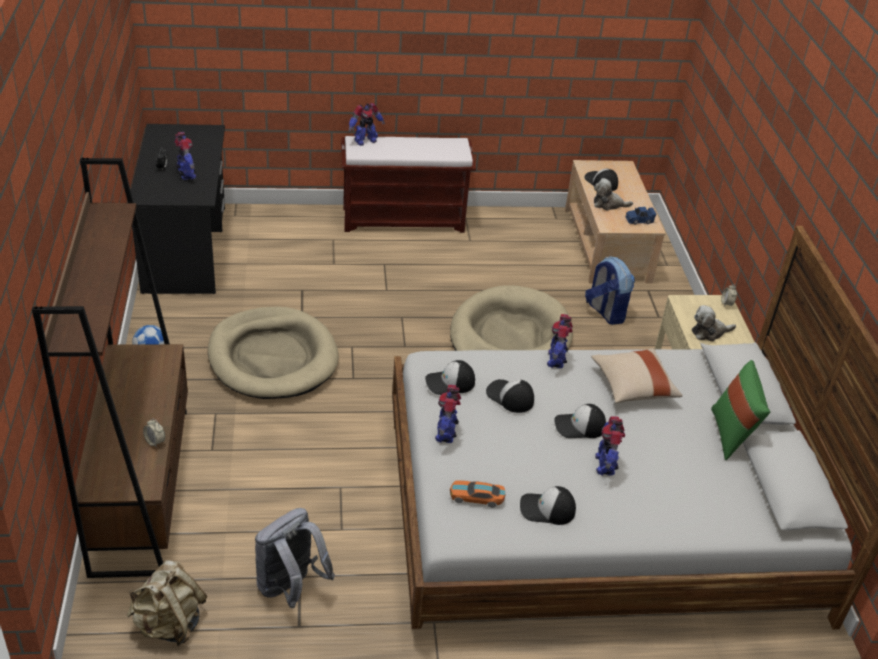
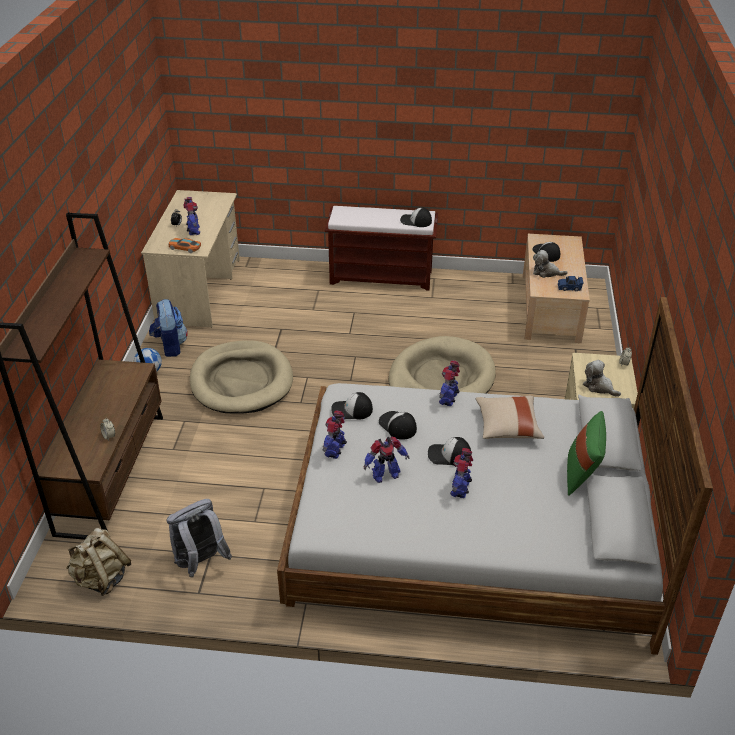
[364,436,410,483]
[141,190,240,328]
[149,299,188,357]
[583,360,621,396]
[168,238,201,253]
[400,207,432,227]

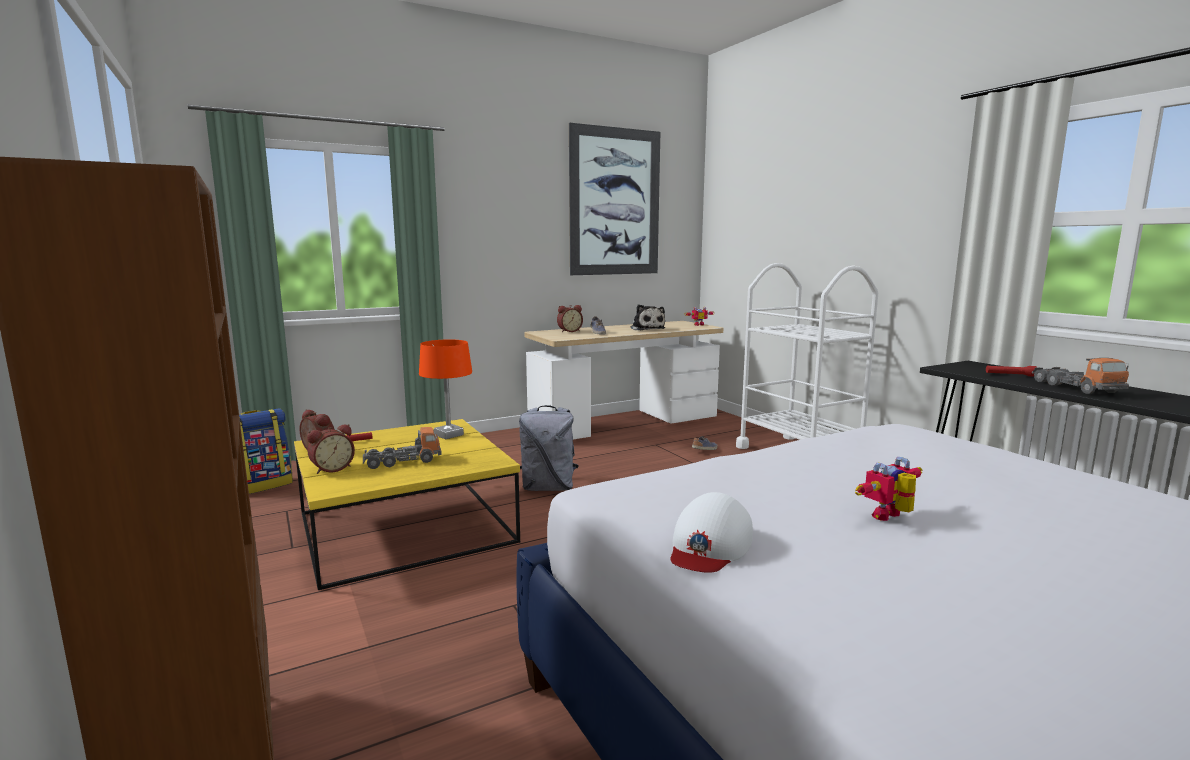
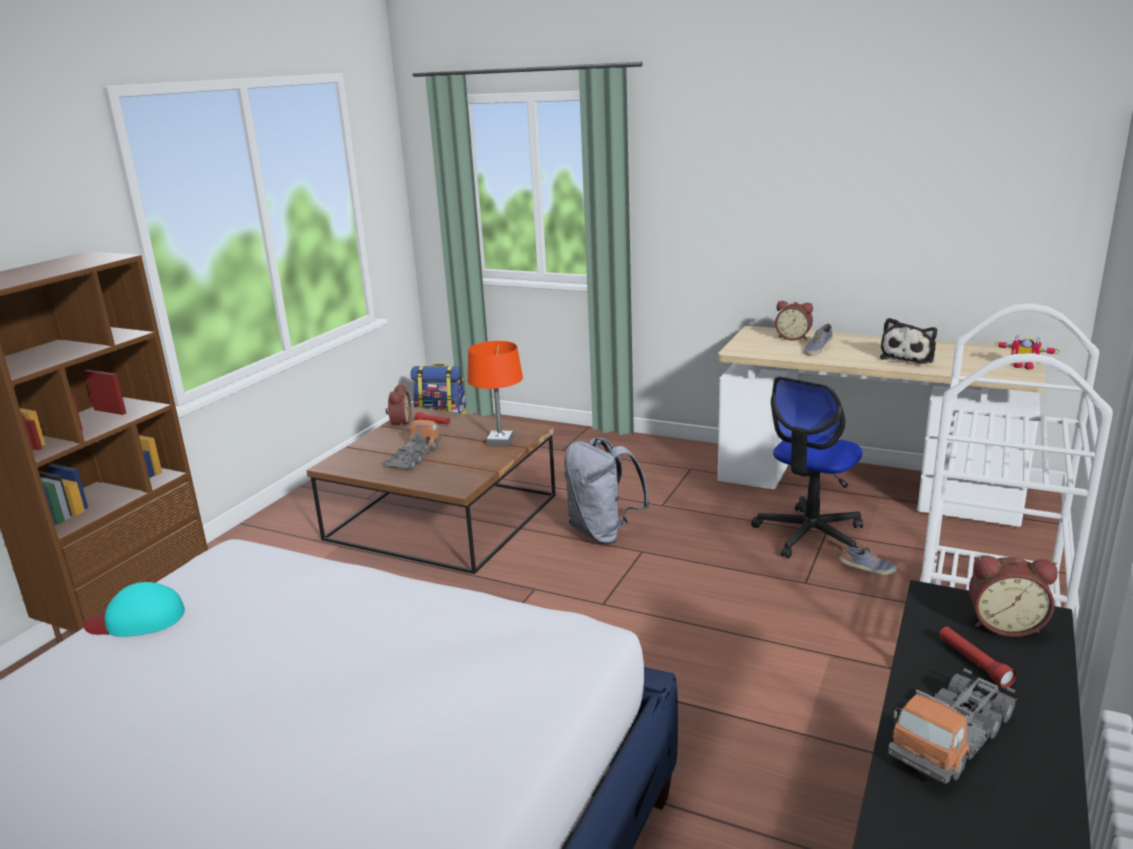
[569,123,660,275] (first image)
[306,407,556,574]
[969,555,1058,637]
[386,420,441,470]
[855,457,922,521] (first image)
[83,582,185,637]
[751,376,863,559]

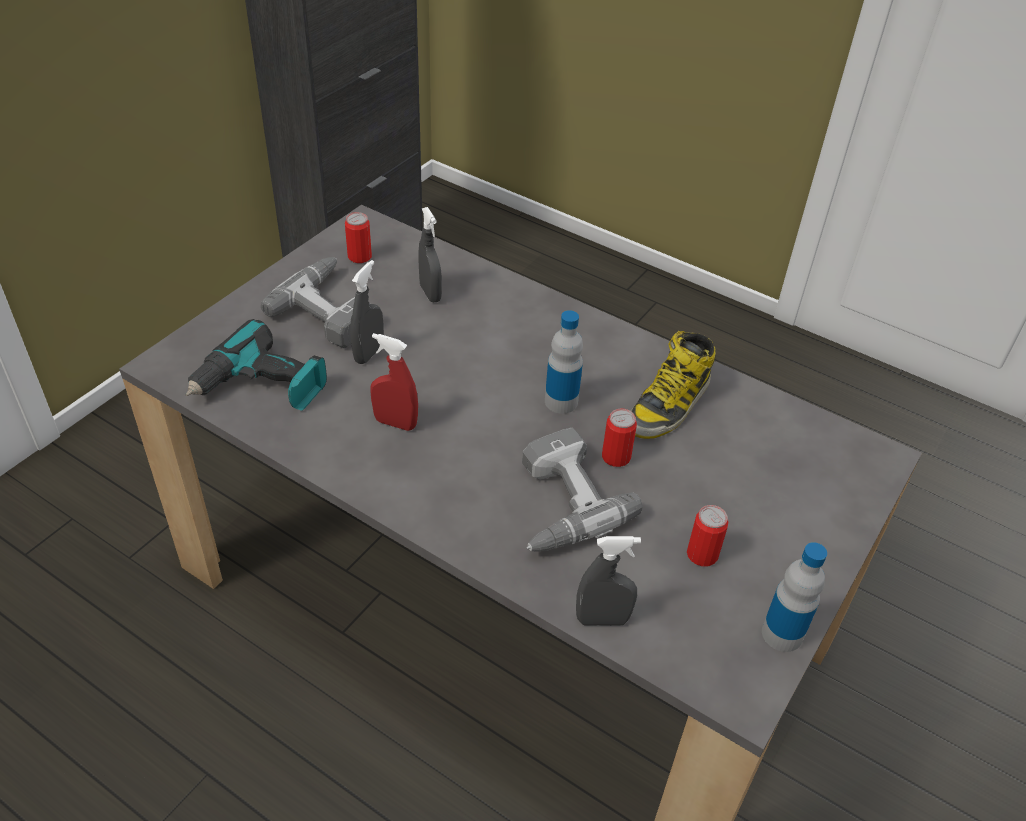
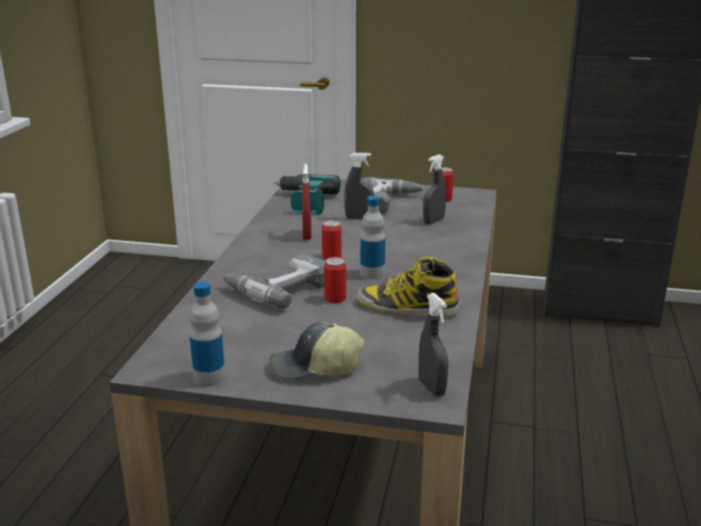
[322,220,342,260]
[418,293,448,396]
[269,322,364,380]

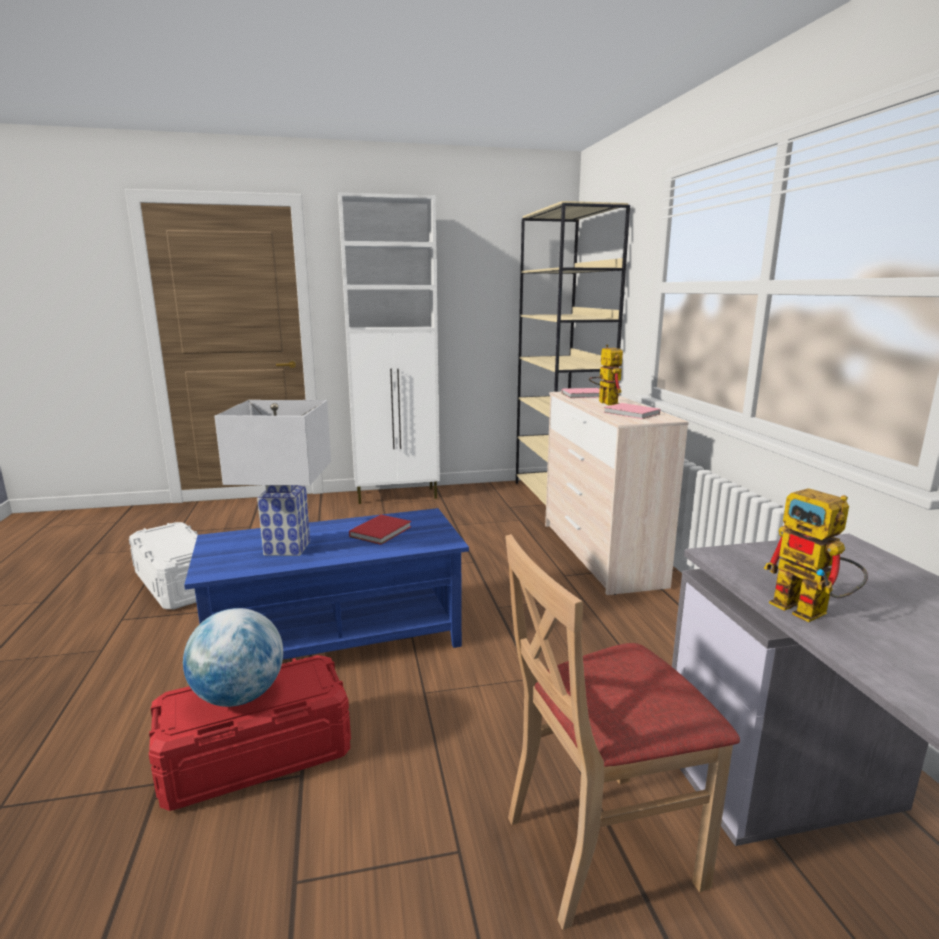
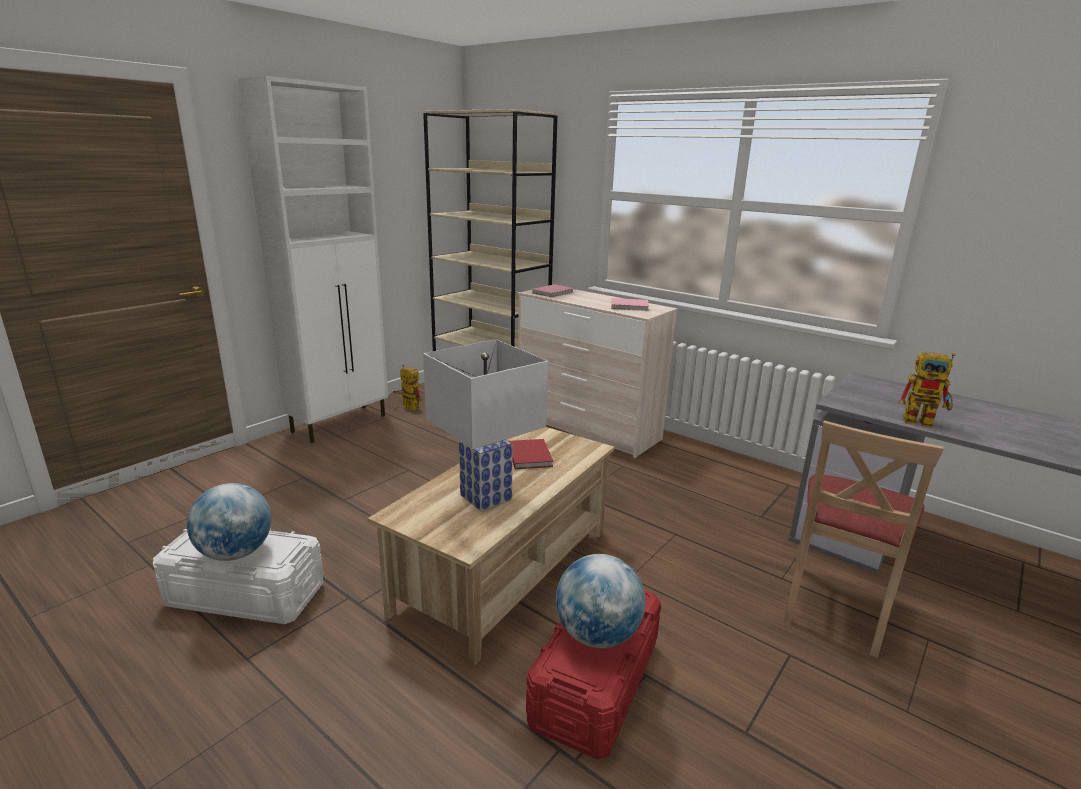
[393,365,422,411]
[368,427,614,666]
[187,483,271,561]

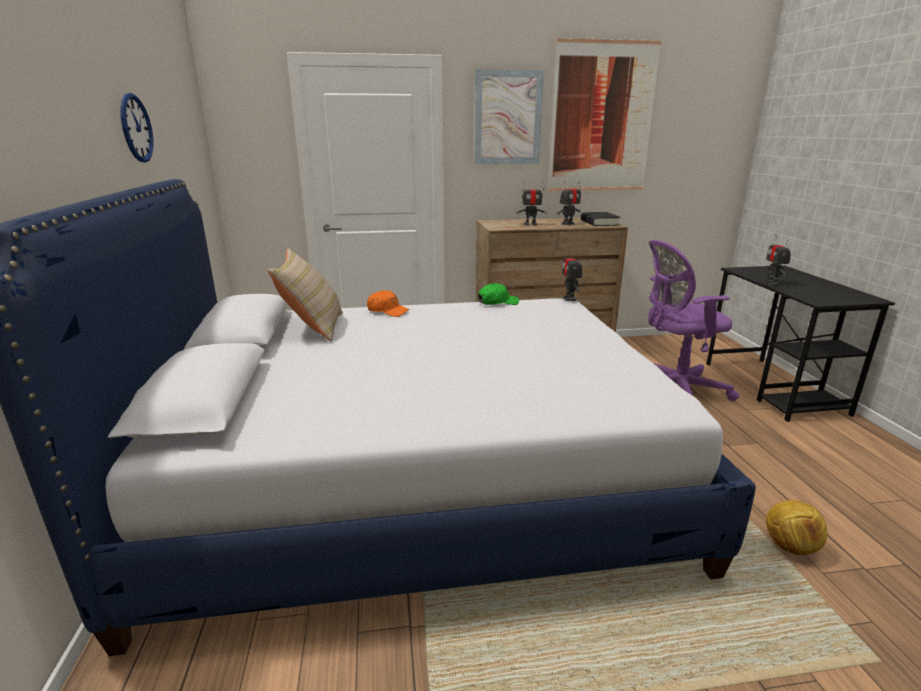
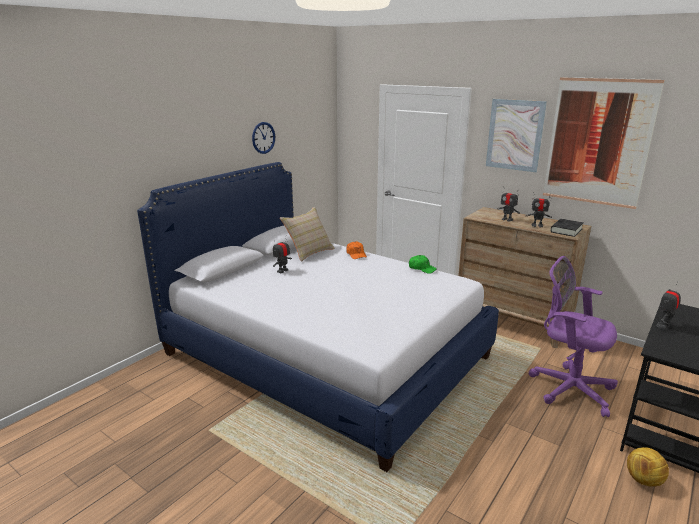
[273,235,292,273]
[627,447,669,487]

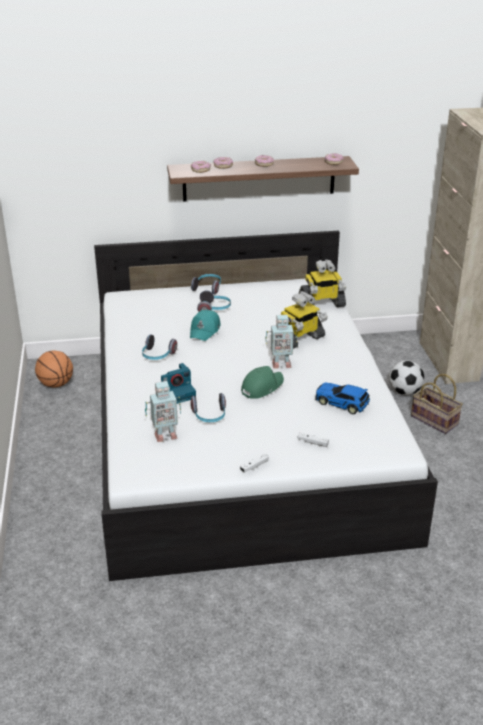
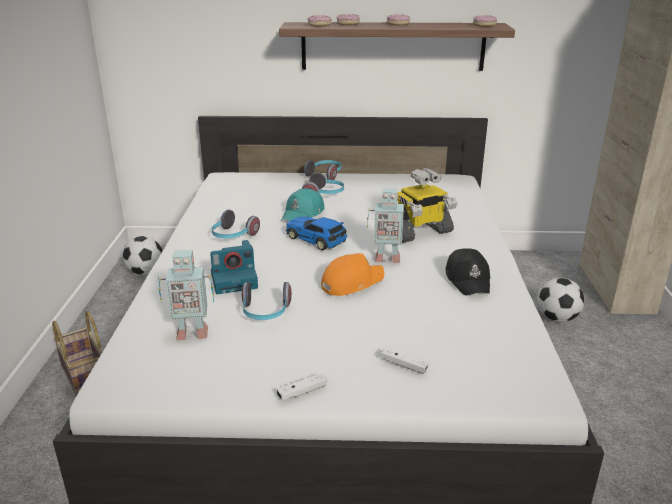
[299,259,346,307] (first image)
[122,236,162,275]
[321,253,384,296]
[52,311,102,396]
[286,216,348,250]
[446,248,490,296]

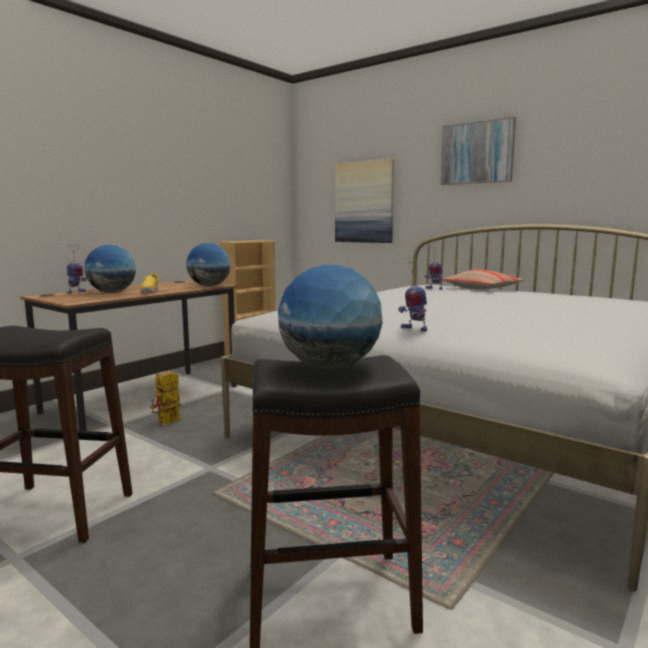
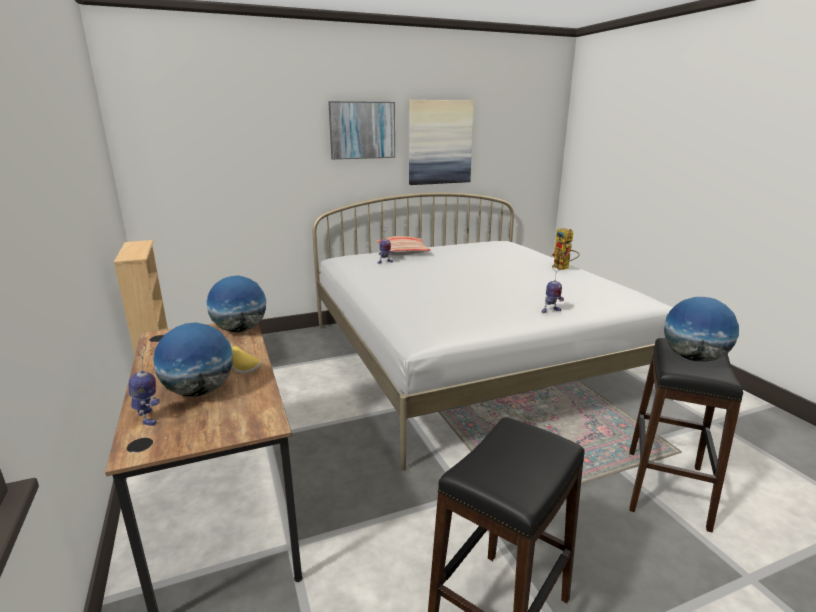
[409,100,474,185]
[552,228,579,270]

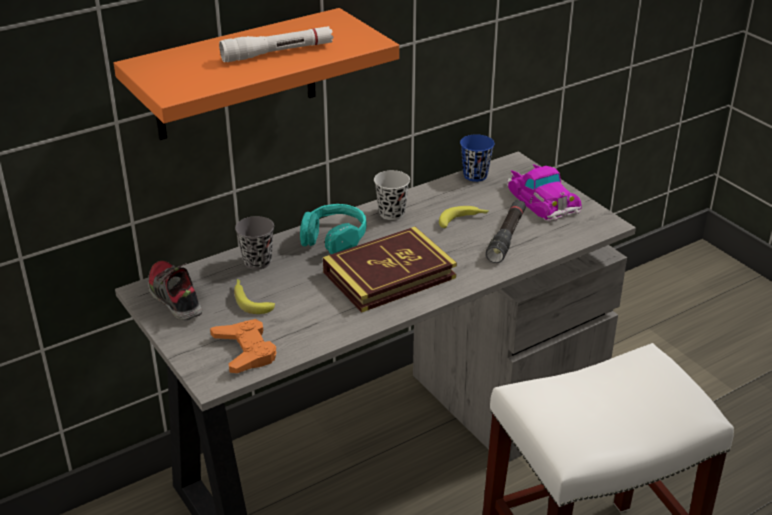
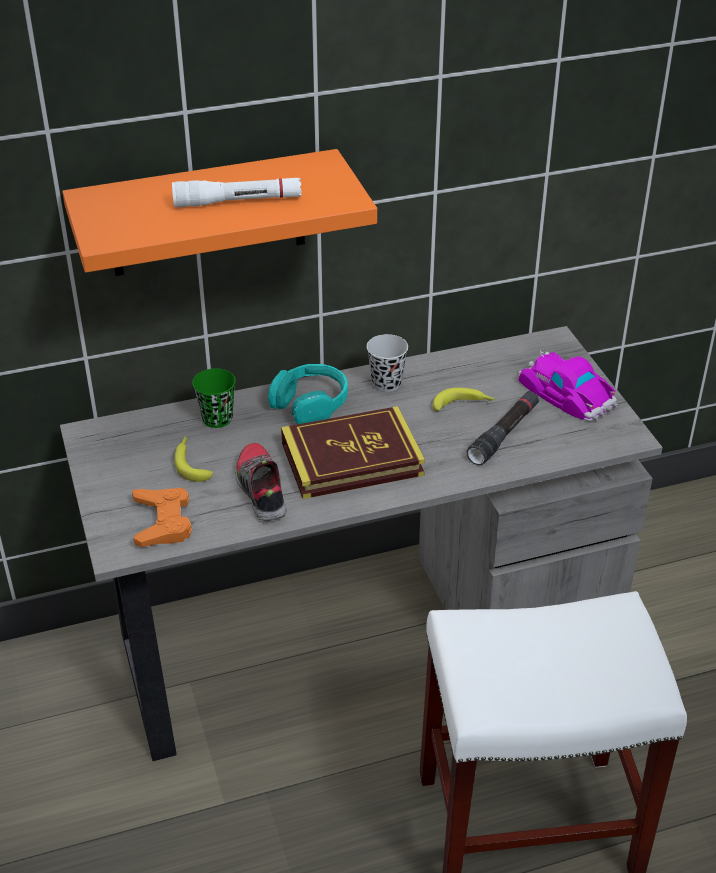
[460,134,495,182] (first image)
[518,351,619,421]
[192,368,236,428]
[235,443,287,521]

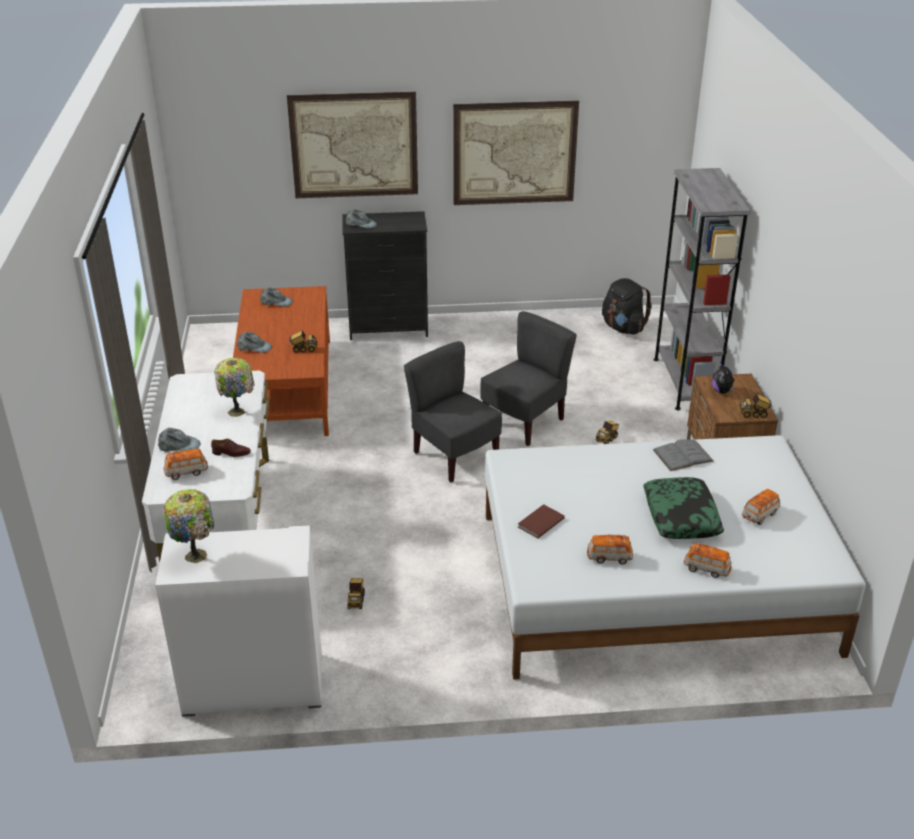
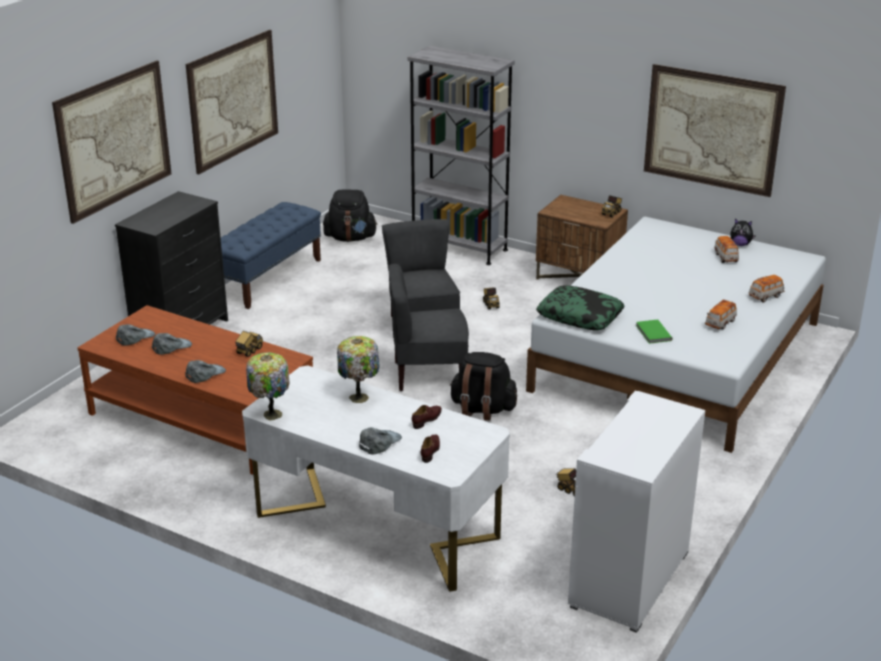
[152,333,192,355]
[730,219,756,246]
[653,439,714,471] (first image)
[421,435,440,463]
[536,285,624,331]
[246,352,289,420]
[636,319,672,344]
[644,64,786,197]
[221,202,321,309]
[449,352,517,421]

